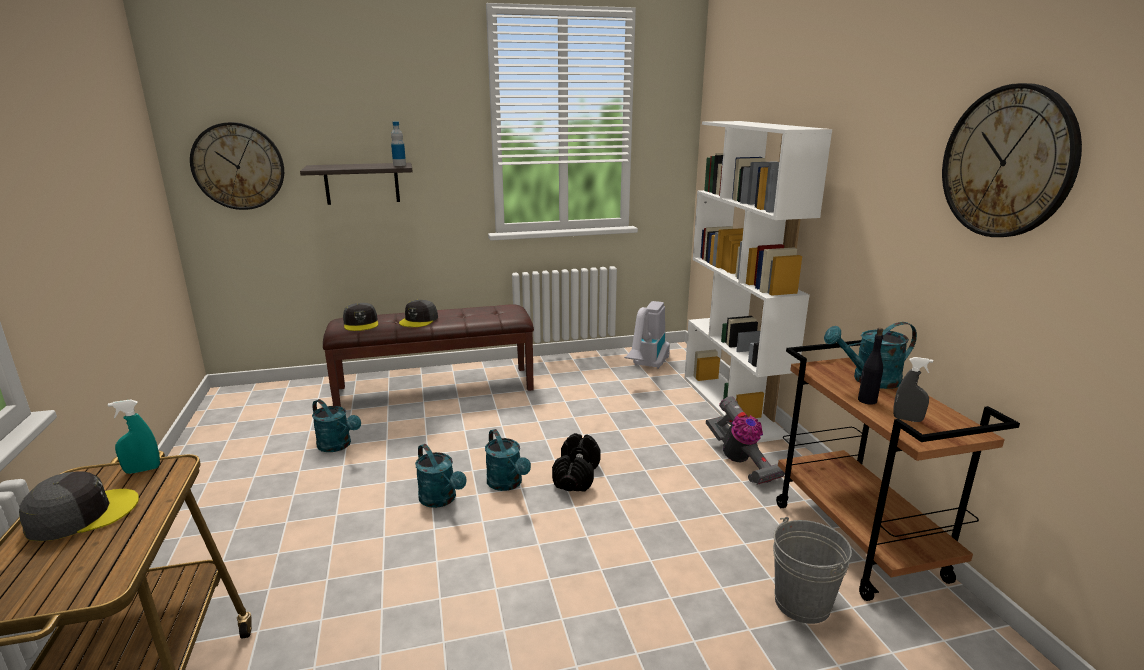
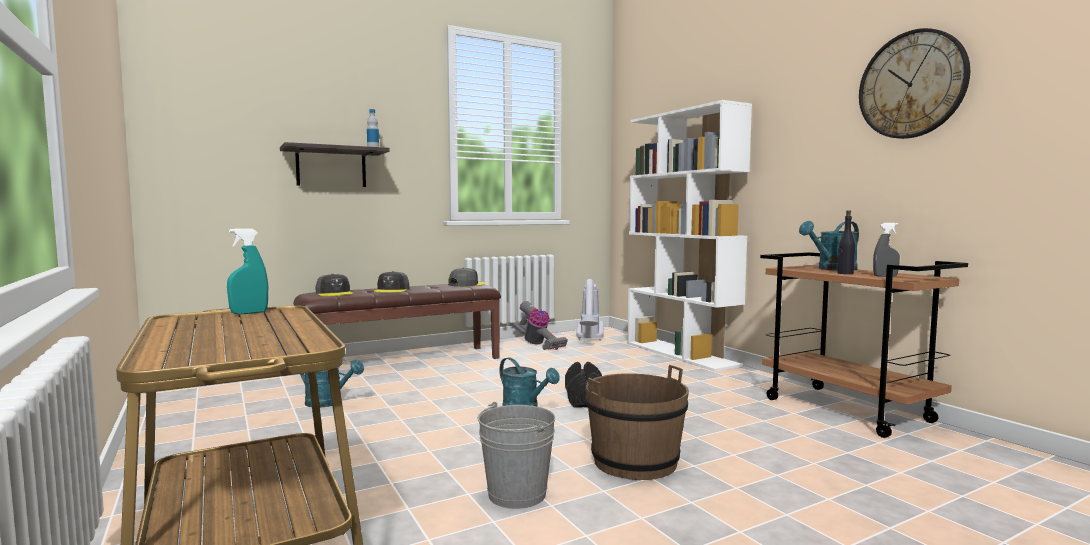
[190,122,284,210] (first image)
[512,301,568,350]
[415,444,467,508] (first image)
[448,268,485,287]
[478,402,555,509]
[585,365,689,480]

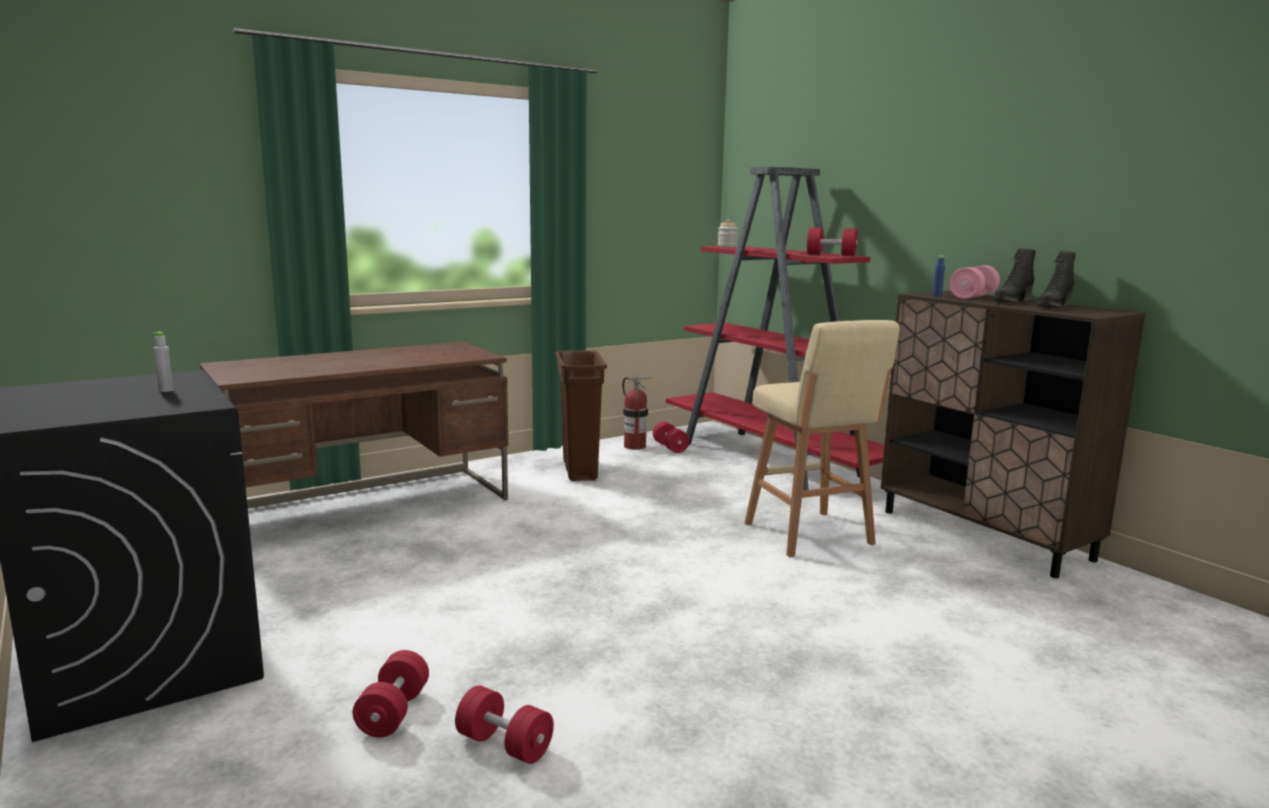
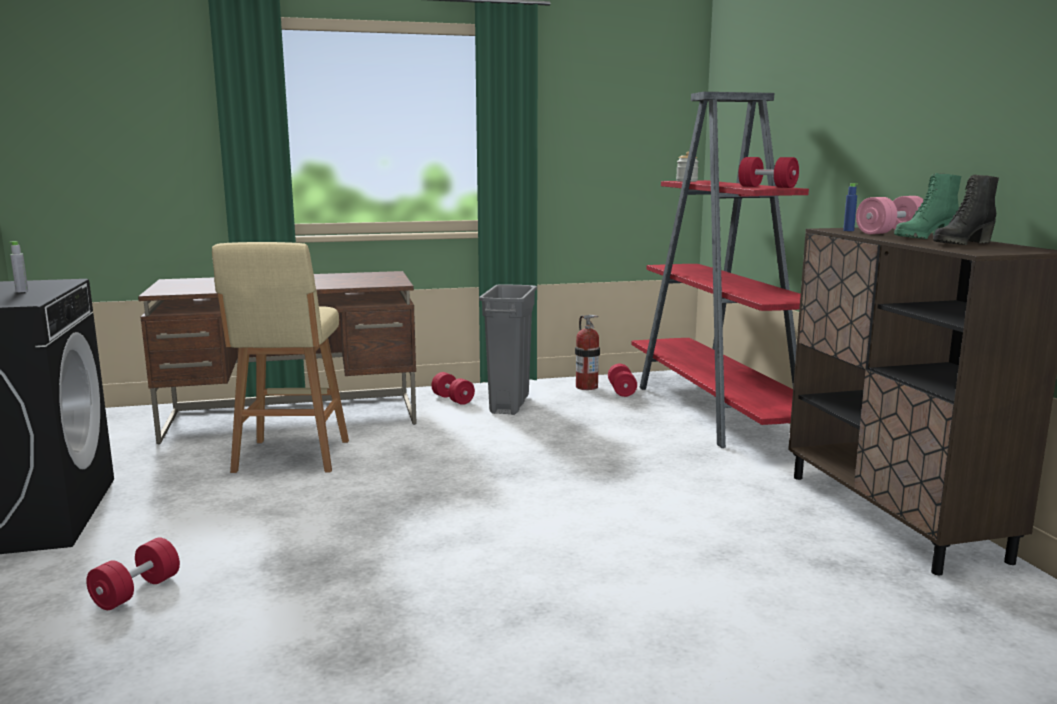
[894,173,961,239]
[212,242,349,473]
[479,284,537,415]
[431,372,475,405]

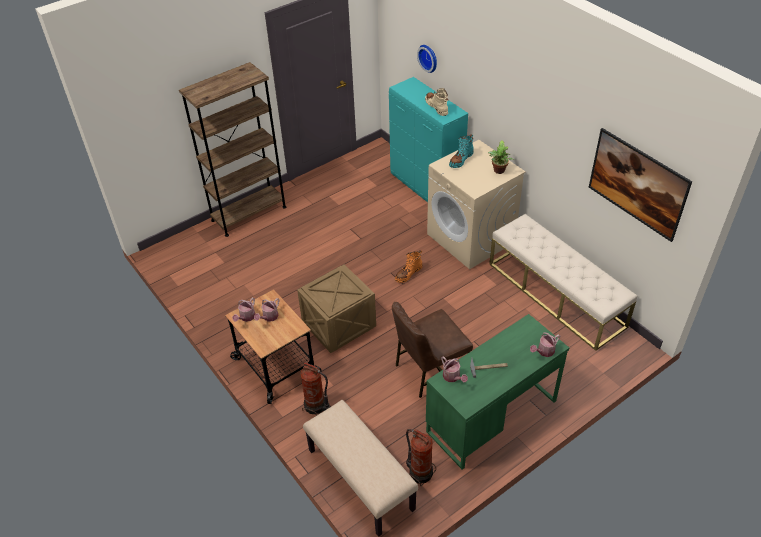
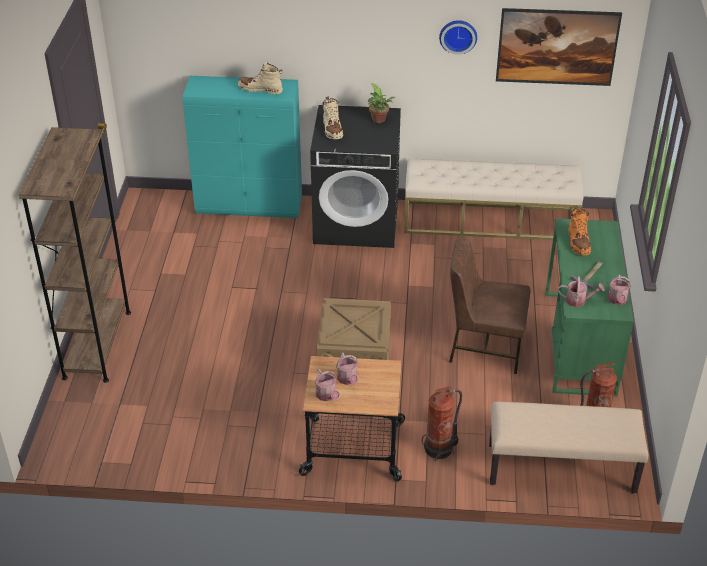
[439,20,477,55]
[322,97,343,139]
[310,105,401,248]
[568,206,591,255]
[449,236,530,374]
[608,275,631,305]

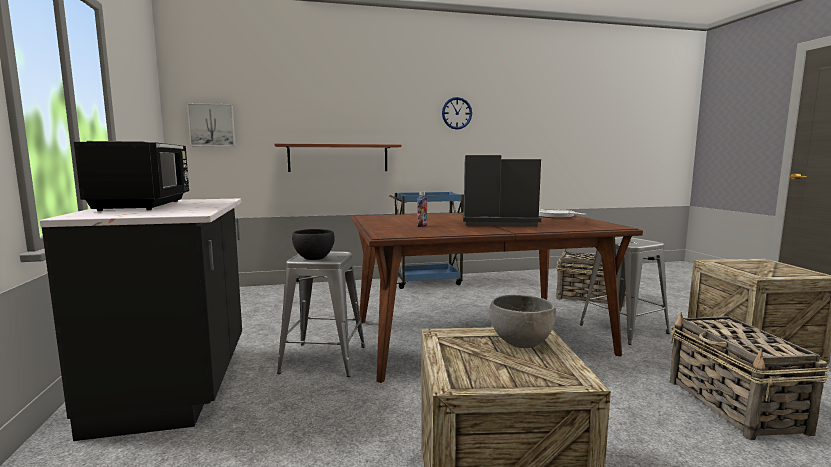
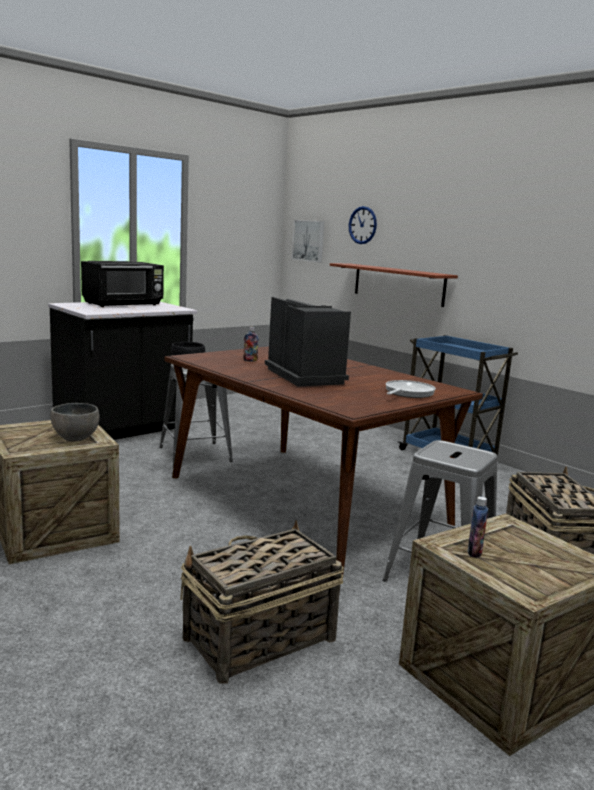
[349,206,377,244]
[467,496,488,558]

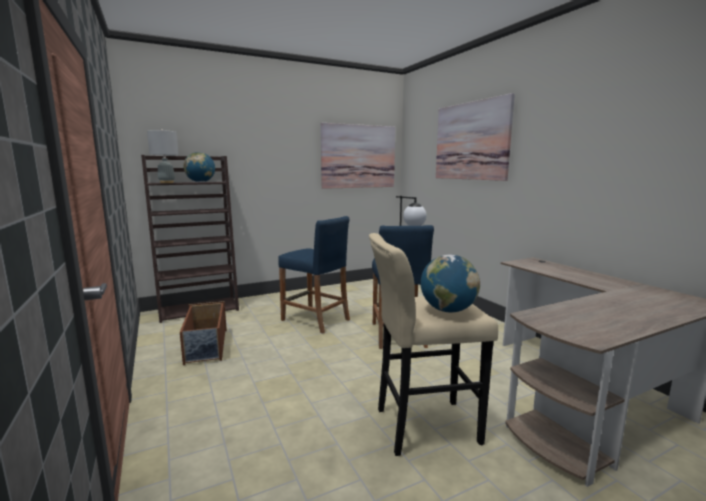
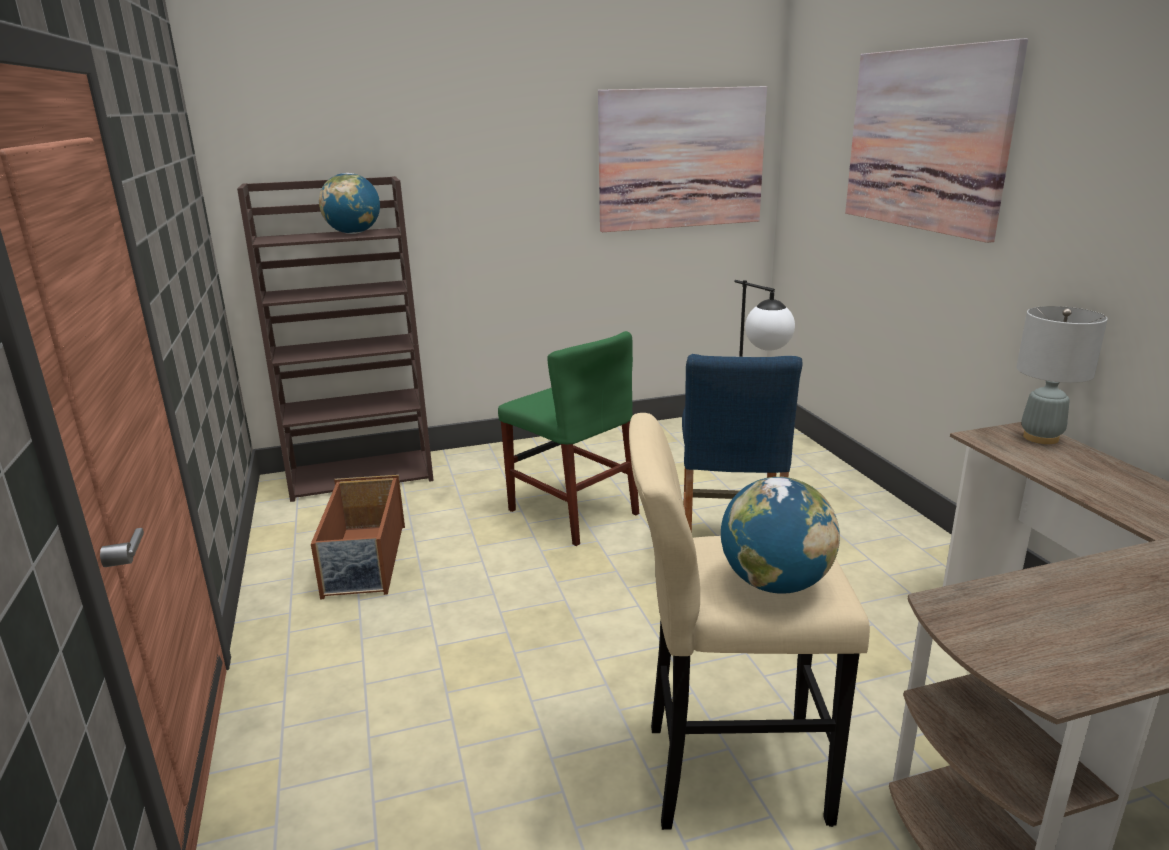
[1016,306,1108,444]
[498,331,639,546]

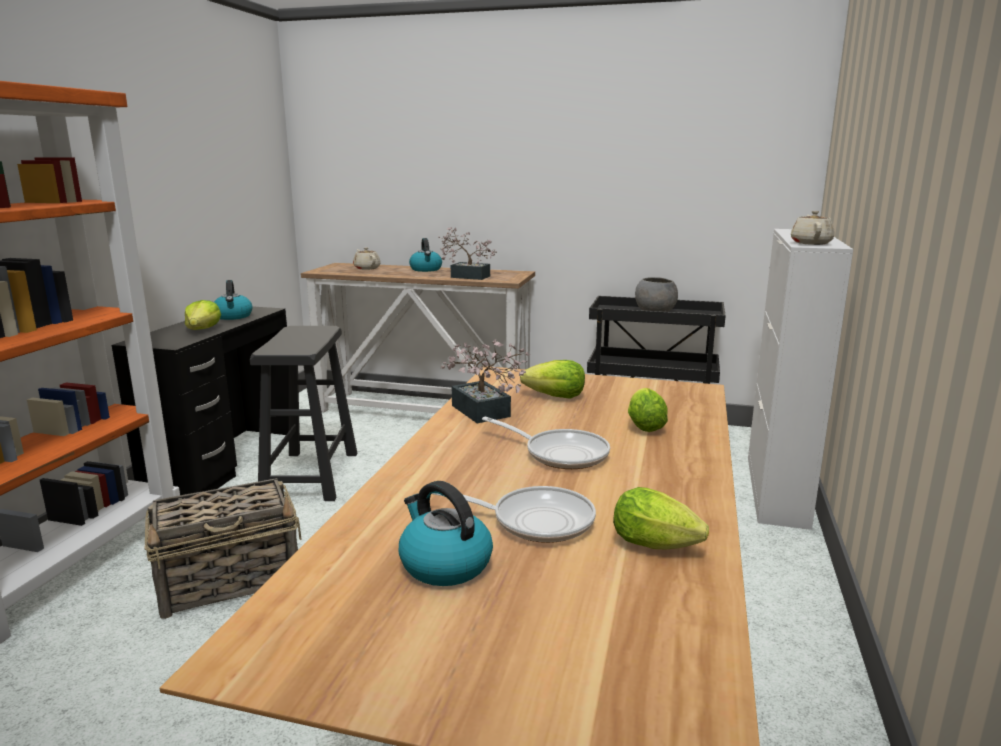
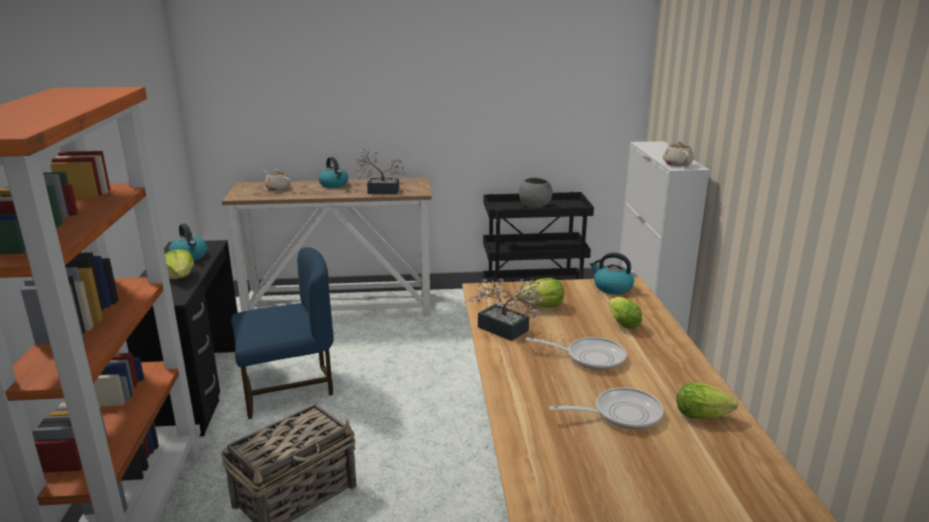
[231,247,334,419]
[590,252,634,294]

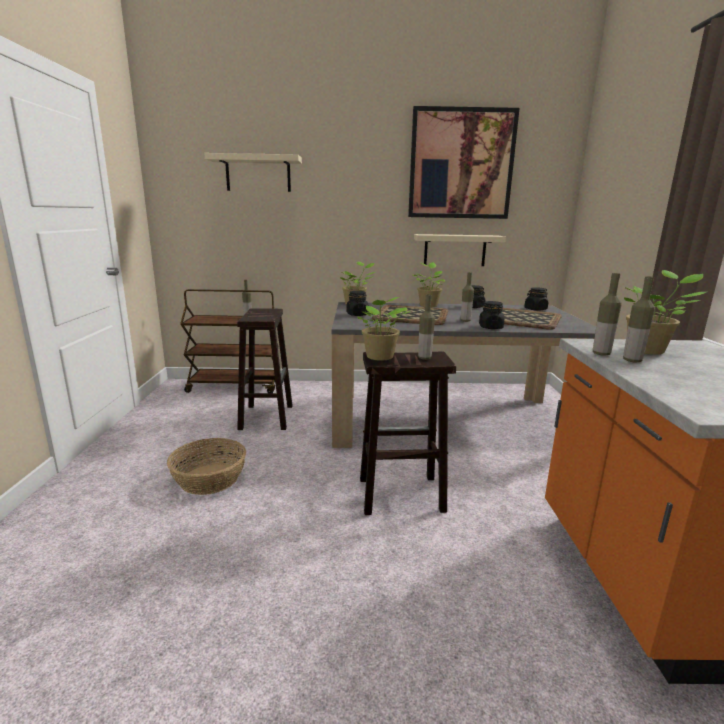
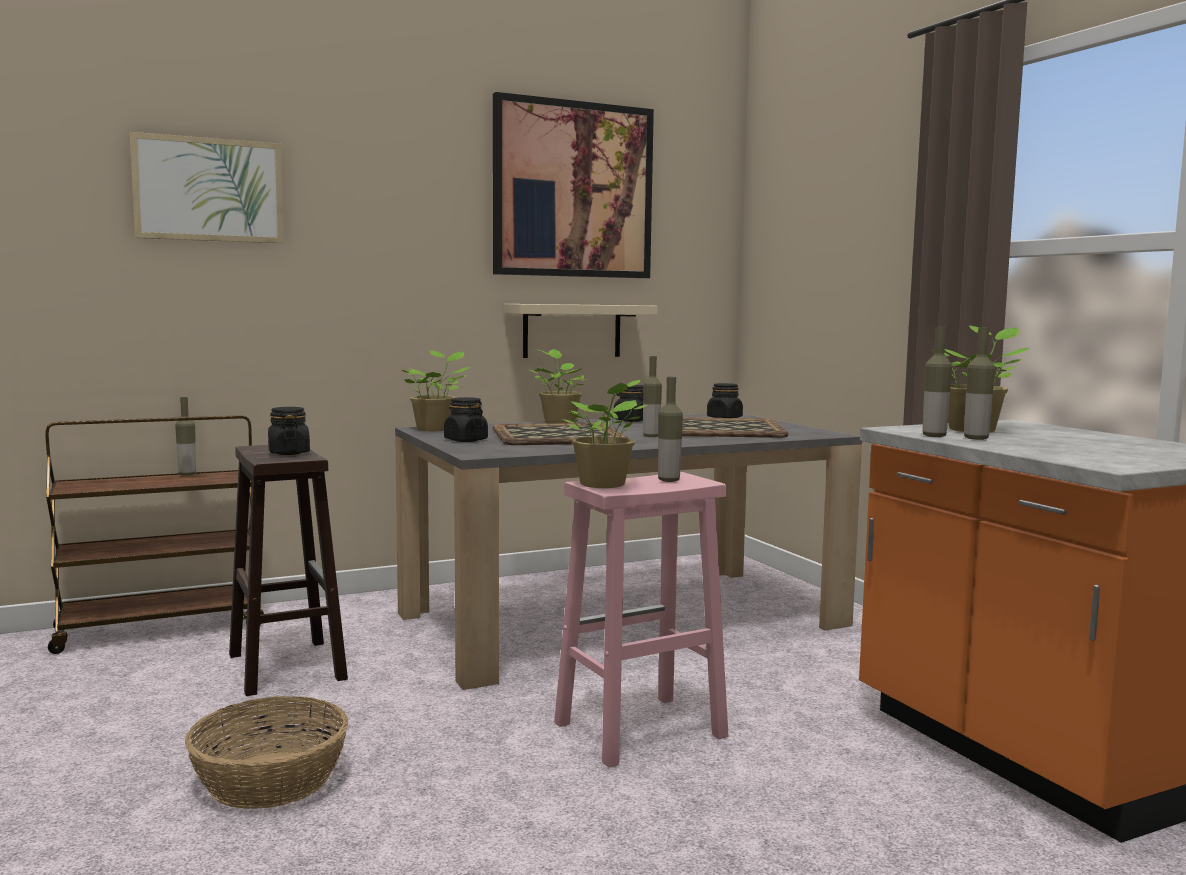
[130,132,284,243]
[268,407,310,455]
[554,472,728,768]

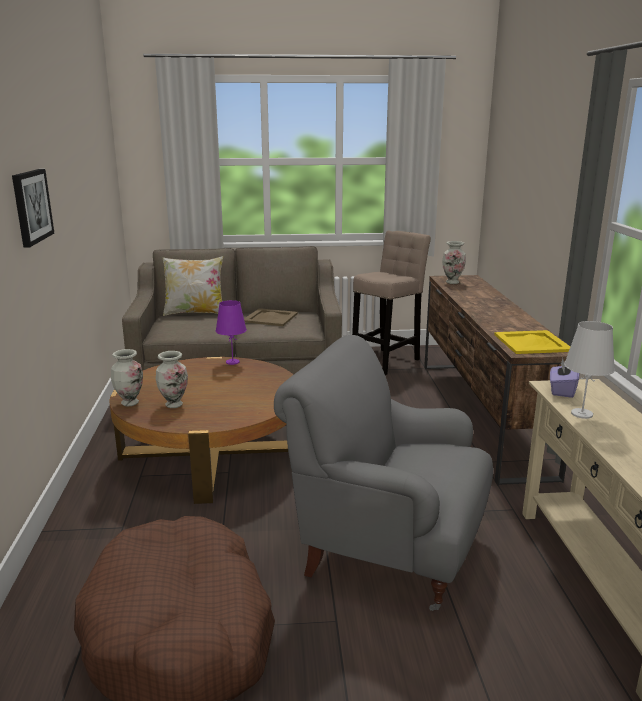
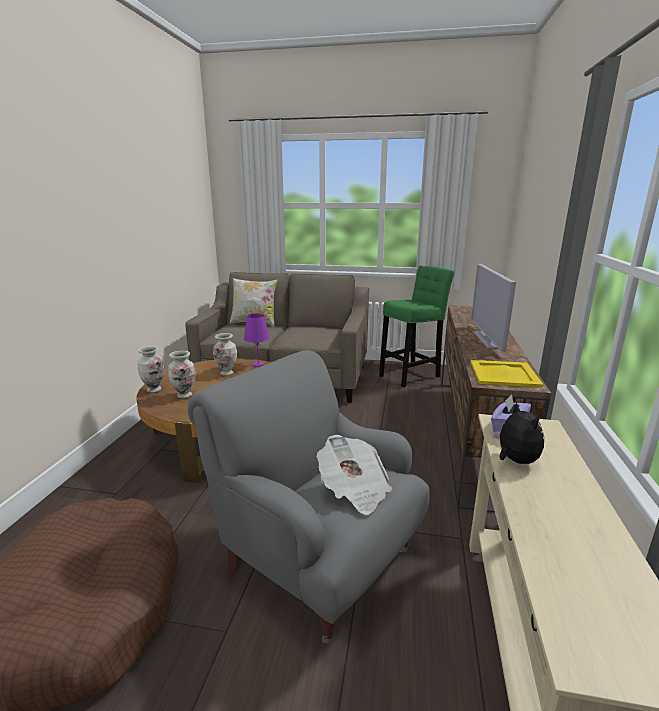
[12,169,54,247] (first image)
[379,265,454,388]
[213,333,237,376]
[244,308,298,326] (first image)
[493,402,544,464]
[471,264,516,352]
[317,435,392,515]

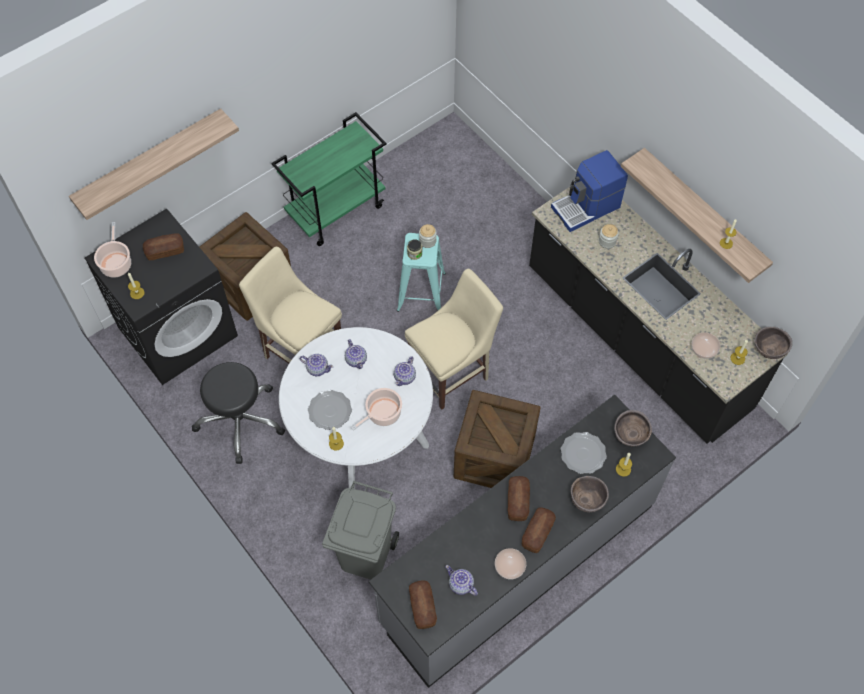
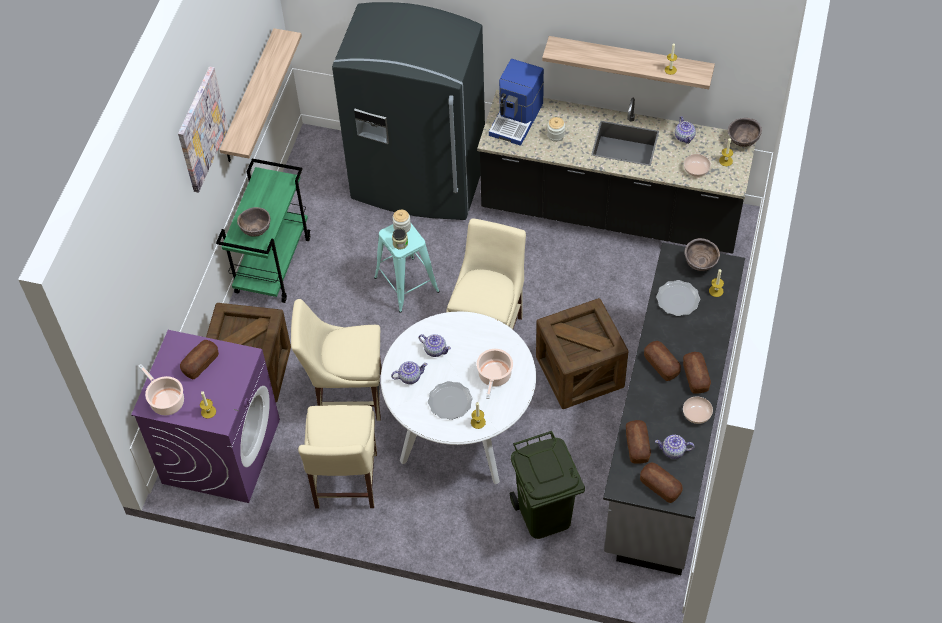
[220,28,302,162]
[131,330,280,503]
[675,116,696,144]
[298,405,377,509]
[237,207,270,237]
[510,431,585,539]
[332,2,485,220]
[178,67,228,193]
[626,420,651,464]

